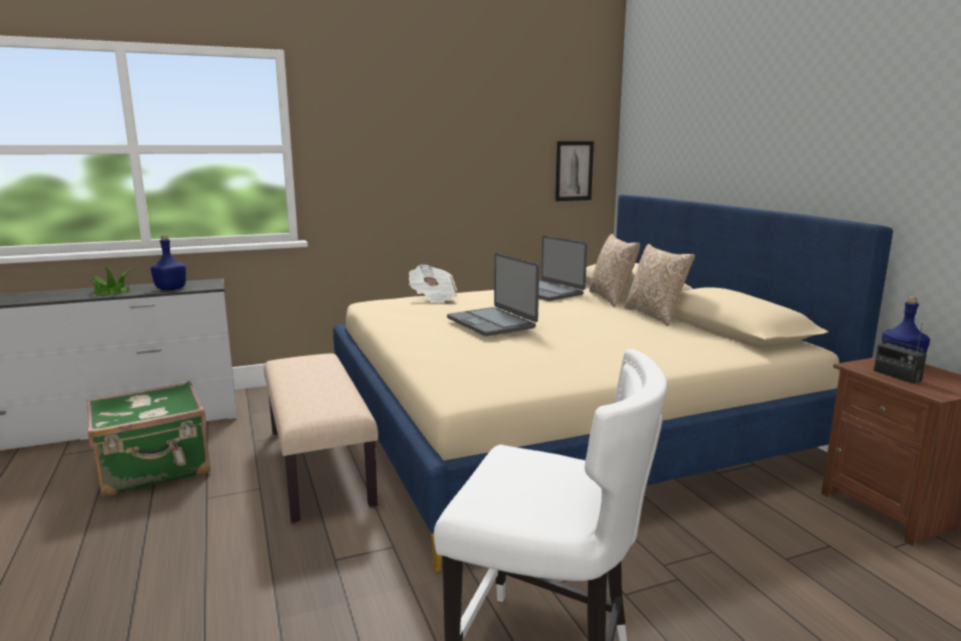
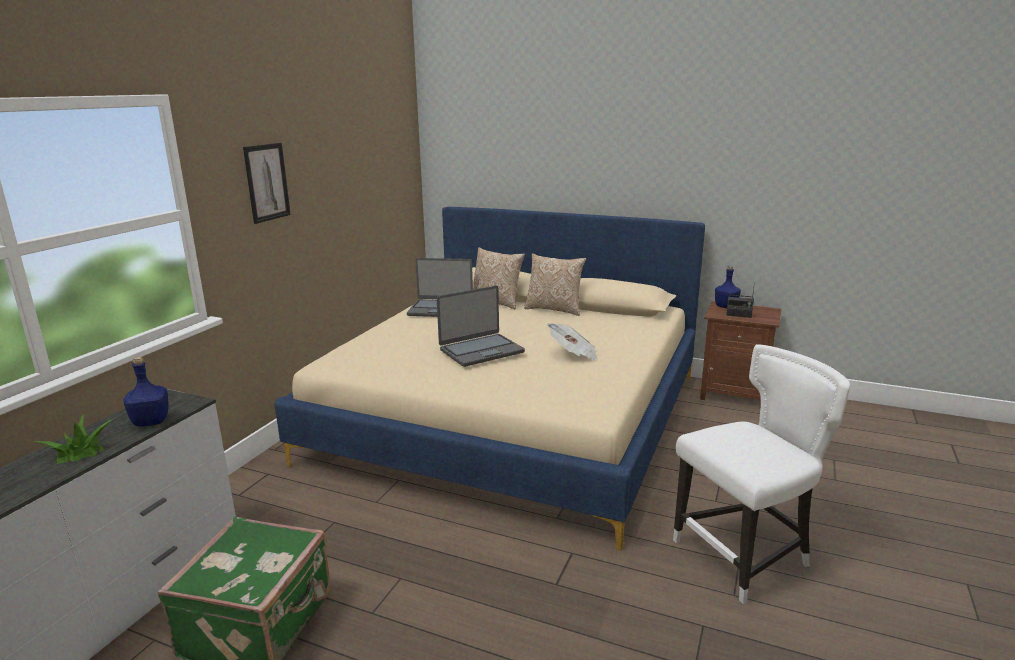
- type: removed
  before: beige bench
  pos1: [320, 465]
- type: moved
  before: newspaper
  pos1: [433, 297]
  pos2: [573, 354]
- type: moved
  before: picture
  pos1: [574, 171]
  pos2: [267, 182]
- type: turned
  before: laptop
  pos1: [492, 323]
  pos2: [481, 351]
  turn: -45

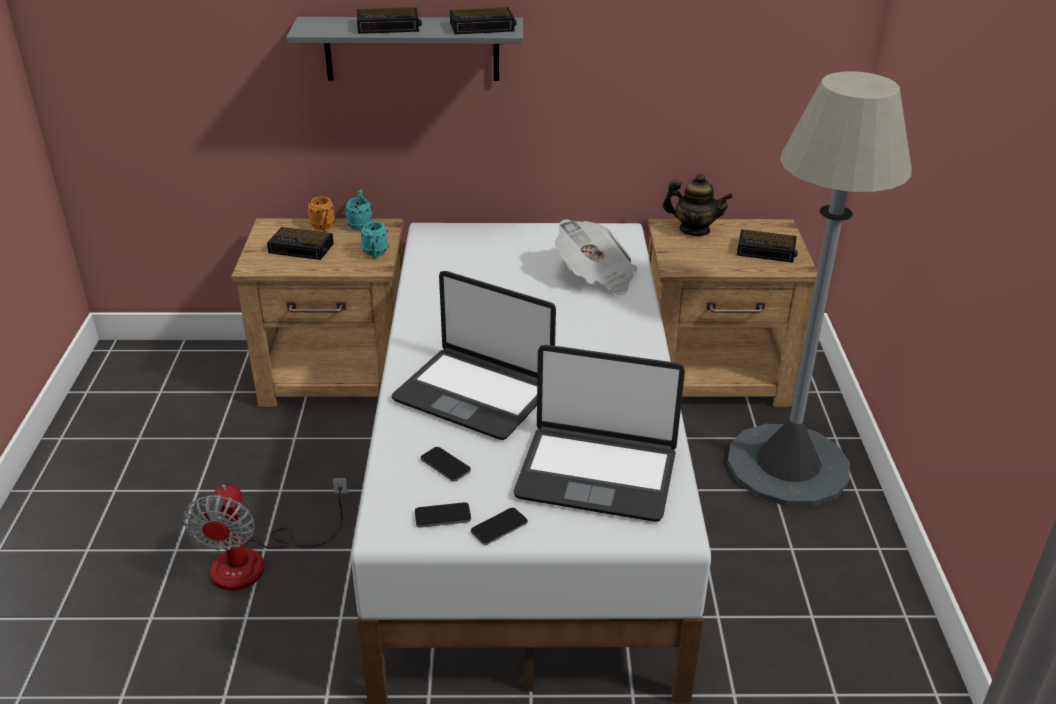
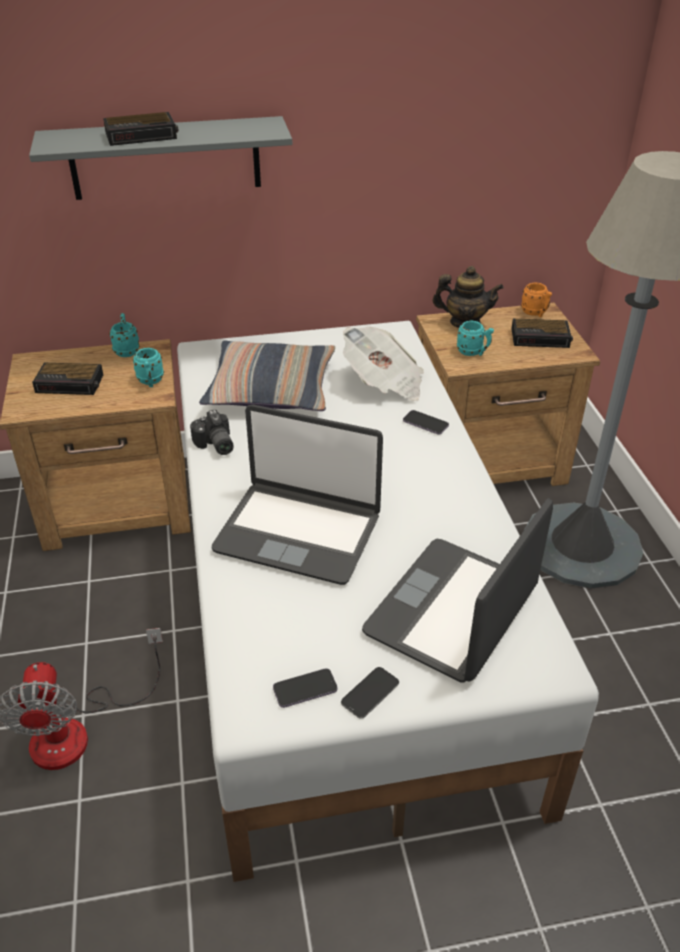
- type: removed
  before: alarm clock
  pos1: [483, 27]
- type: added
  after: photo camera
  pos2: [214, 445]
- type: added
  after: pillow
  pos2: [271, 389]
- type: added
  after: turquoise mug
  pos2: [473, 352]
- type: moved
  before: orange mug
  pos1: [323, 228]
  pos2: [535, 313]
- type: moved
  before: phone
  pos1: [445, 465]
  pos2: [425, 424]
- type: turned
  before: laptop
  pos1: [596, 473]
  pos2: [453, 611]
  turn: 120

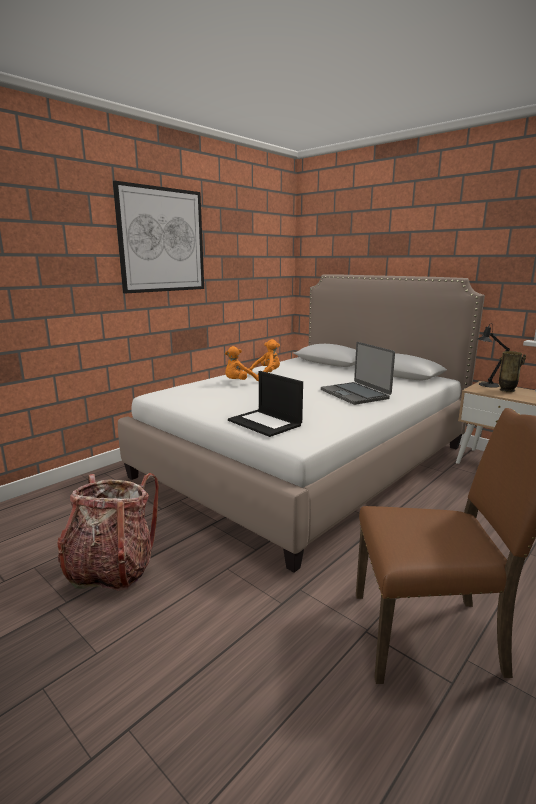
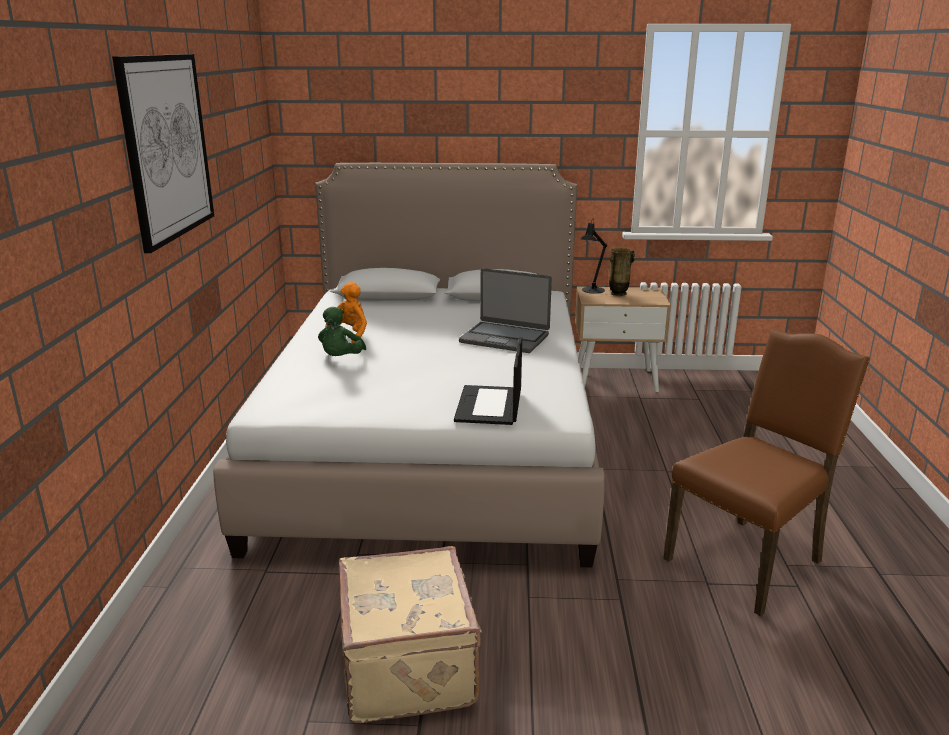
- type: replaced
  before: backpack
  after: beige suitcase
  pos1: [112, 569]
  pos2: [410, 666]
- type: recoloured
  before: orange plush toy
  after: green plush toy
  pos1: [239, 383]
  pos2: [341, 359]
- type: turned
  before: laptop
  pos1: [265, 423]
  pos2: [490, 406]
  turn: 90

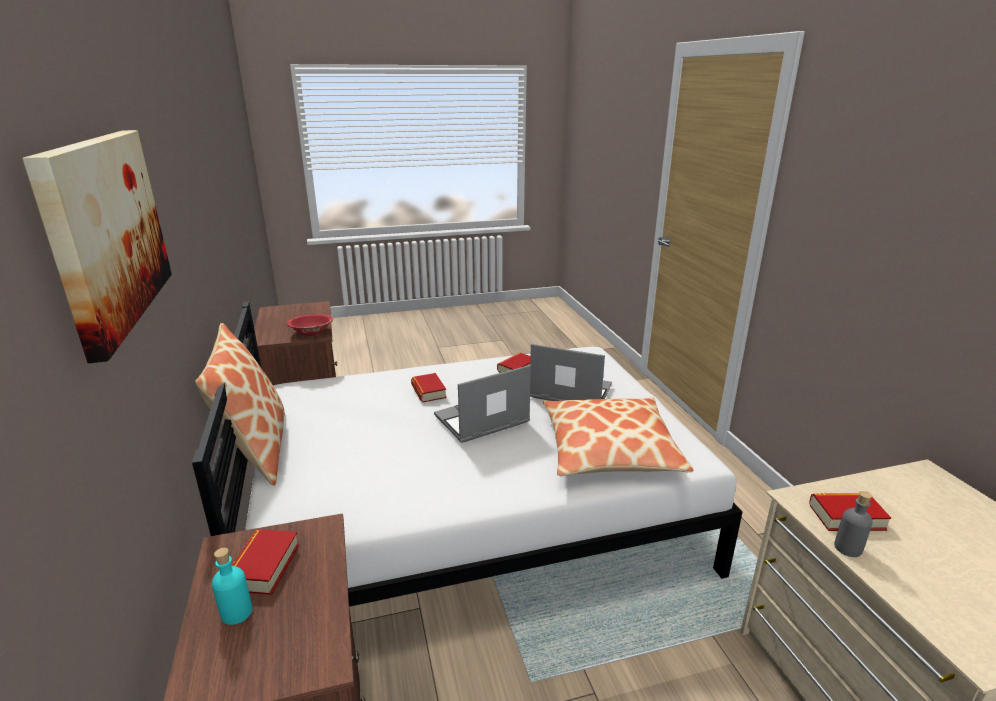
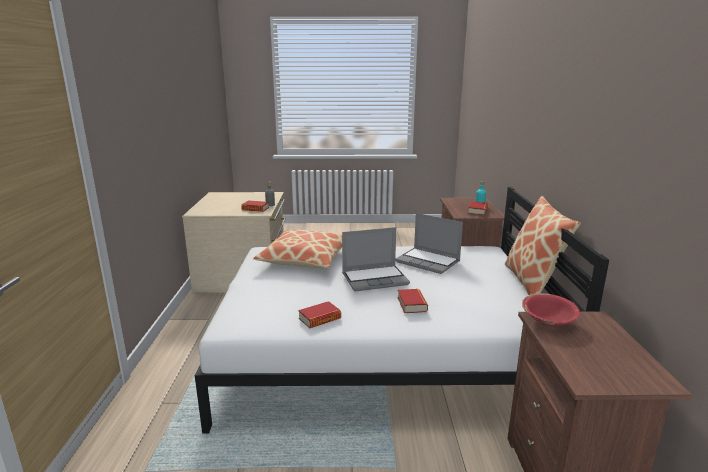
- type: removed
  before: picture
  pos1: [106, 231]
- type: moved
  before: laptop
  pos1: [569, 392]
  pos2: [429, 262]

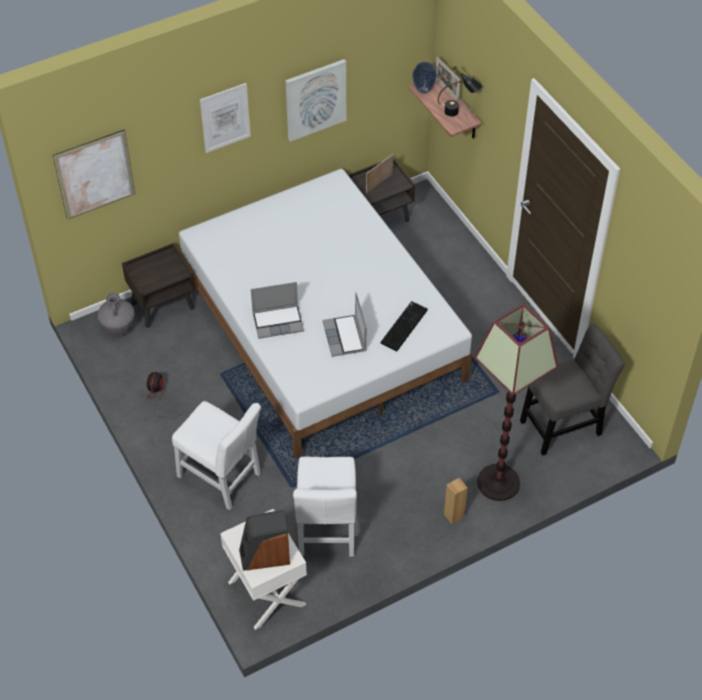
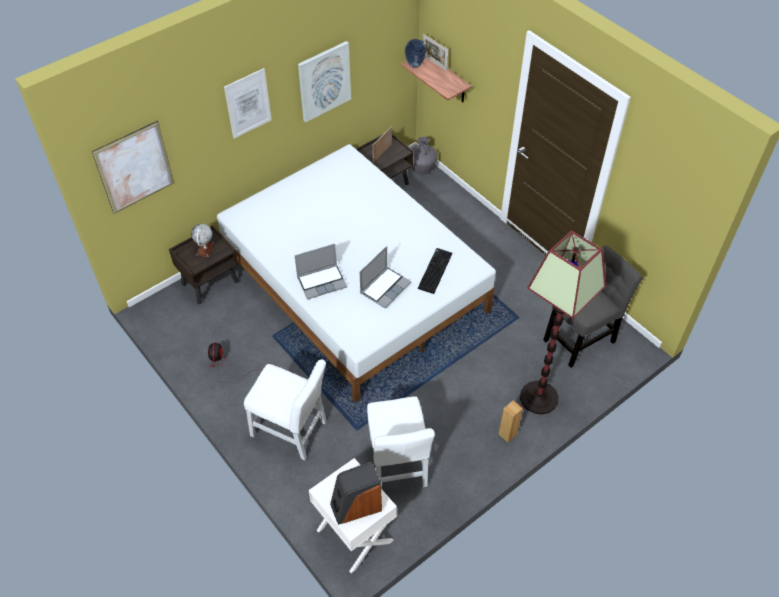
- type: removed
  before: black table lamp
  pos1: [457, 113]
- type: added
  after: globe
  pos2: [205, 249]
- type: moved
  before: grey vase
  pos1: [119, 329]
  pos2: [422, 170]
- type: turned
  before: laptop
  pos1: [345, 337]
  pos2: [385, 287]
  turn: -120

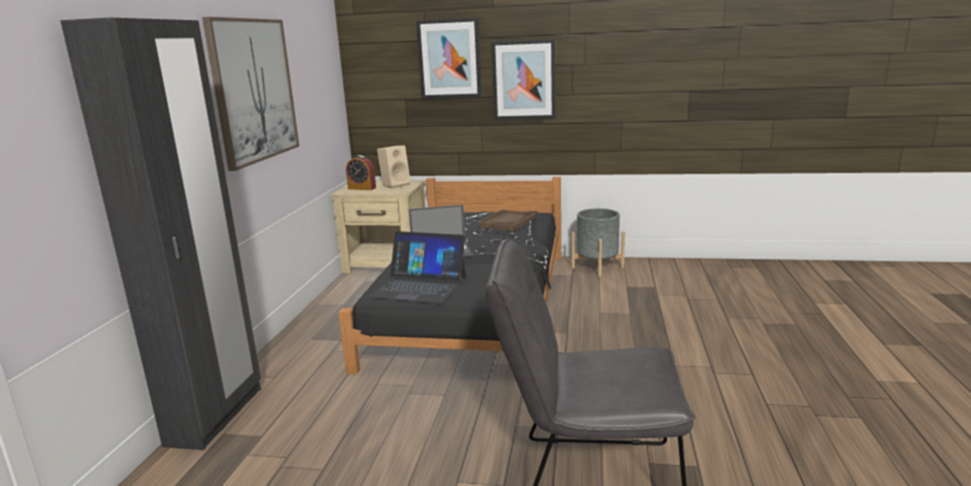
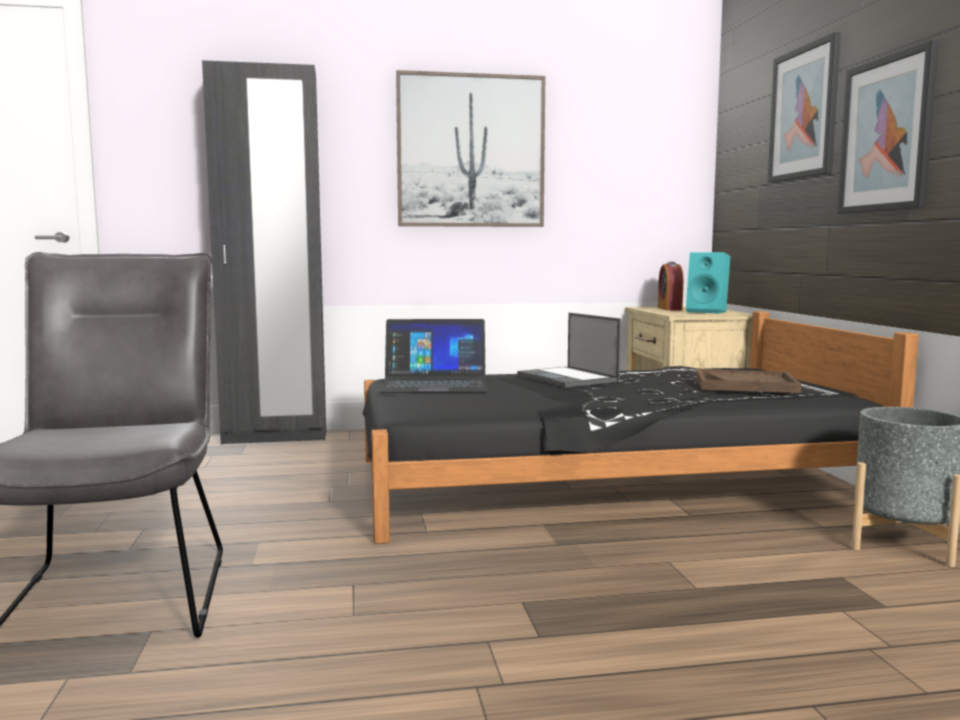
- type: recoloured
  before: beige speaker
  after: turquoise speaker
  pos1: [395, 185]
  pos2: [708, 312]
- type: turned
  before: laptop
  pos1: [419, 286]
  pos2: [434, 384]
  turn: -90

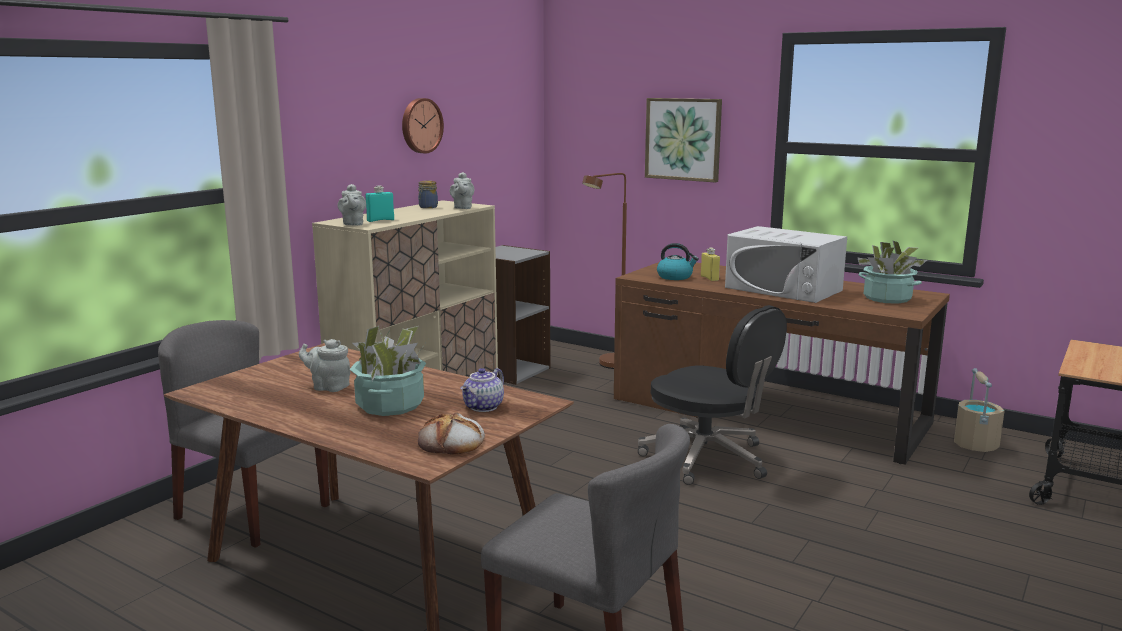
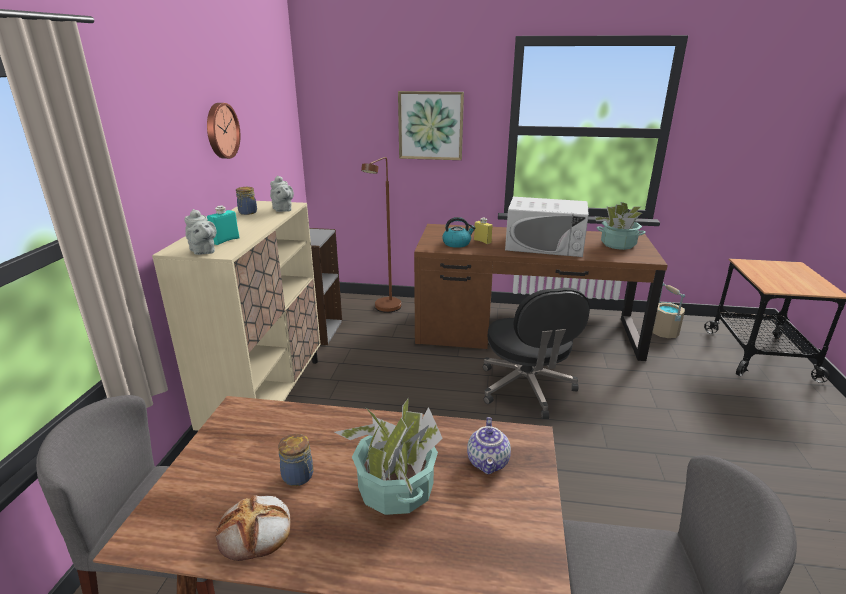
- type: moved
  before: bread
  pos1: [452, 442]
  pos2: [256, 531]
- type: replaced
  before: grey teapot
  after: jar
  pos1: [328, 387]
  pos2: [299, 476]
- type: turned
  before: black office chair
  pos1: [708, 459]
  pos2: [526, 389]
  turn: 60

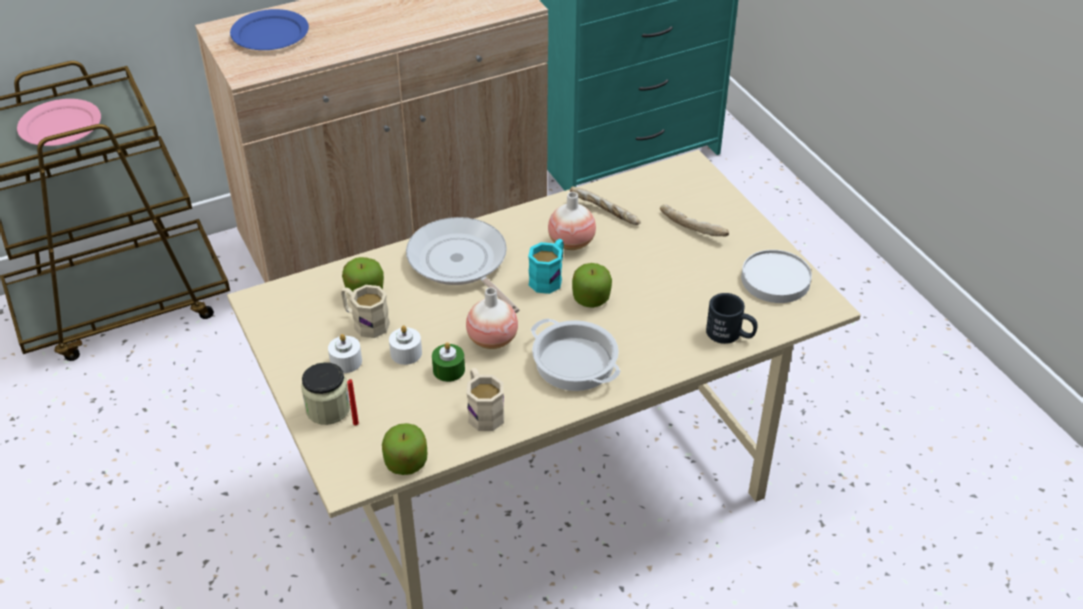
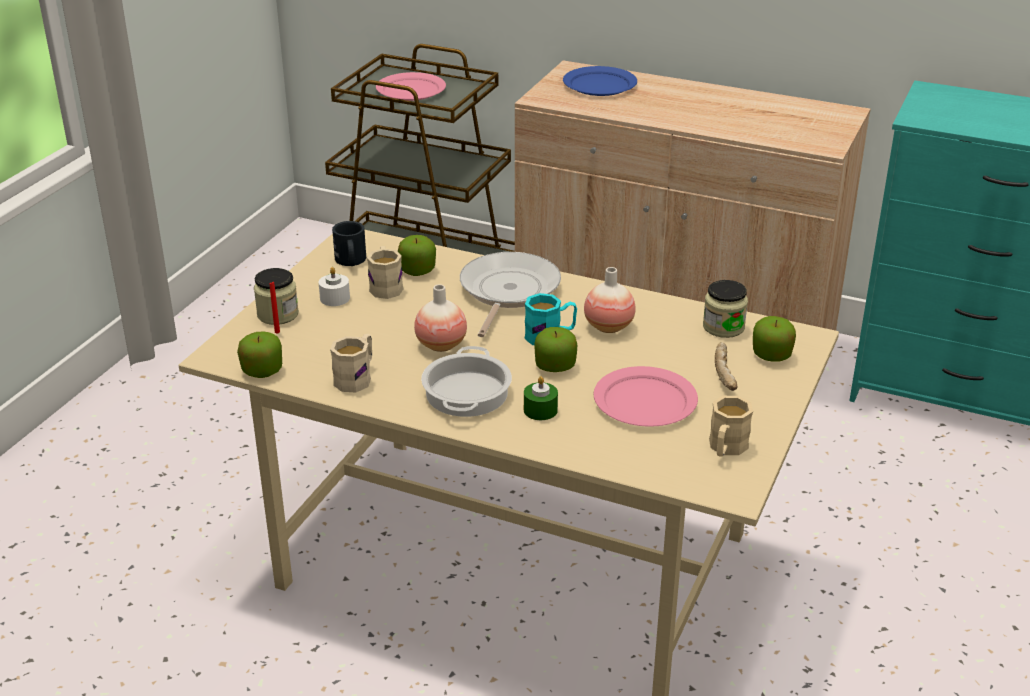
- type: removed
  before: white candle
  pos1: [406, 353]
- type: removed
  before: bread
  pos1: [604, 213]
- type: added
  after: pink plate
  pos2: [645, 401]
- type: added
  after: jar
  pos2: [723, 327]
- type: added
  after: apple
  pos2: [771, 355]
- type: moved
  before: green candle
  pos1: [449, 370]
  pos2: [540, 410]
- type: moved
  before: black mug
  pos1: [730, 334]
  pos2: [351, 262]
- type: replaced
  before: white plate
  after: beige mug
  pos1: [776, 280]
  pos2: [726, 448]

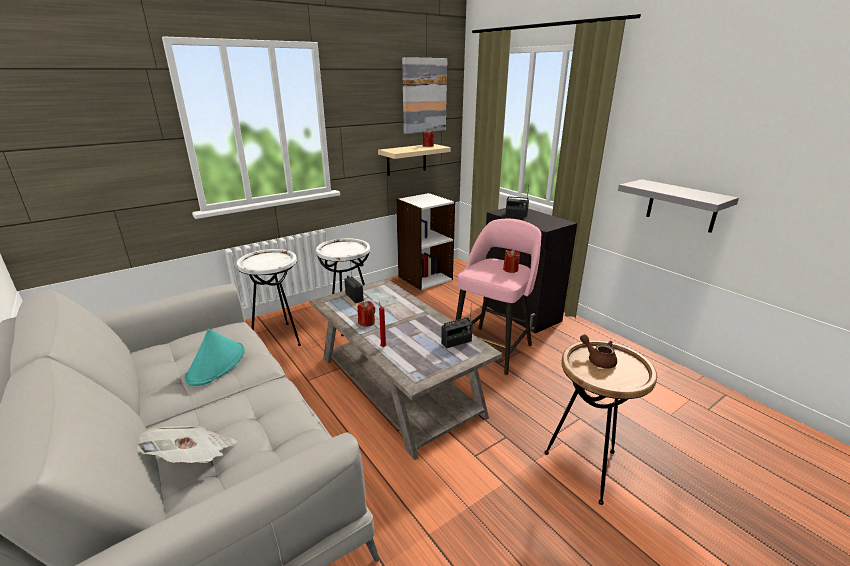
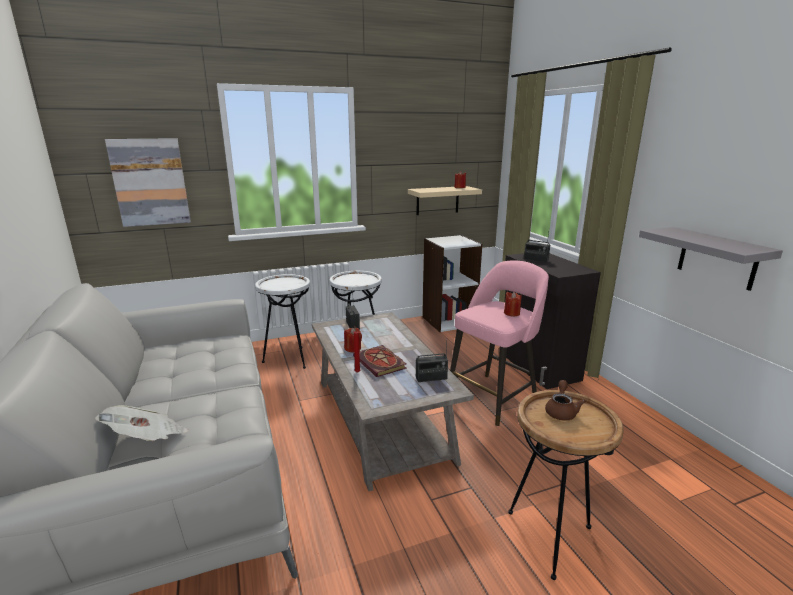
- type: removed
  before: turquoise hat
  pos1: [216, 364]
- type: added
  after: book
  pos2: [381, 363]
- type: moved
  before: picture
  pos1: [424, 95]
  pos2: [150, 182]
- type: turned
  before: brown teapot
  pos1: [598, 360]
  pos2: [561, 411]
  turn: 45

